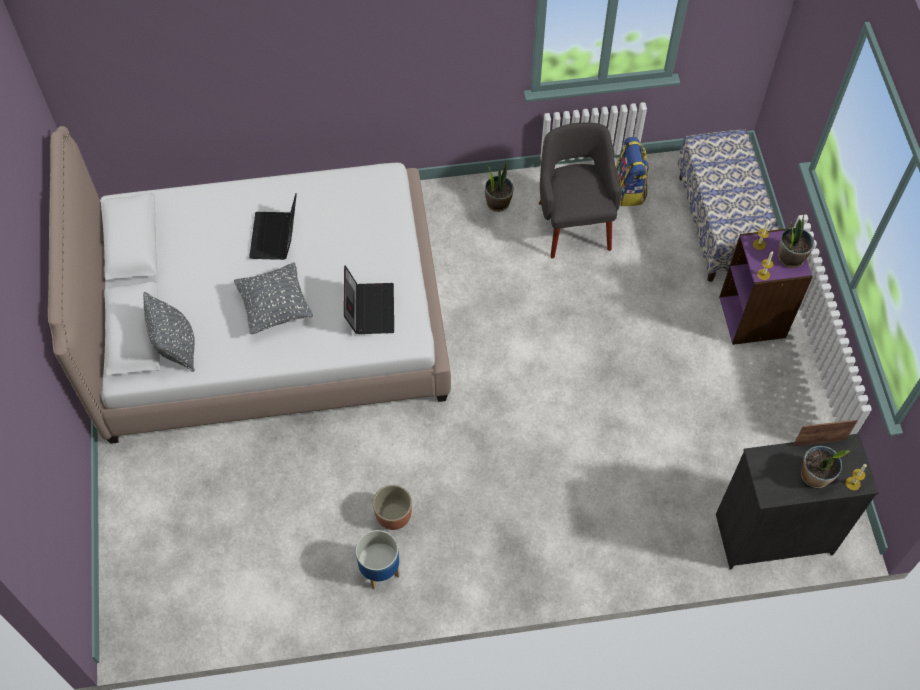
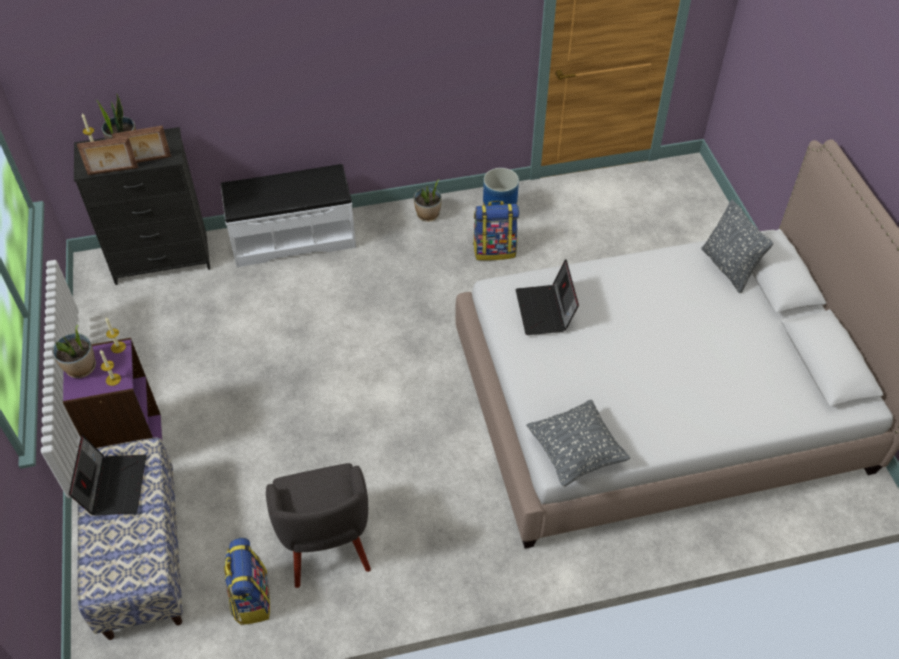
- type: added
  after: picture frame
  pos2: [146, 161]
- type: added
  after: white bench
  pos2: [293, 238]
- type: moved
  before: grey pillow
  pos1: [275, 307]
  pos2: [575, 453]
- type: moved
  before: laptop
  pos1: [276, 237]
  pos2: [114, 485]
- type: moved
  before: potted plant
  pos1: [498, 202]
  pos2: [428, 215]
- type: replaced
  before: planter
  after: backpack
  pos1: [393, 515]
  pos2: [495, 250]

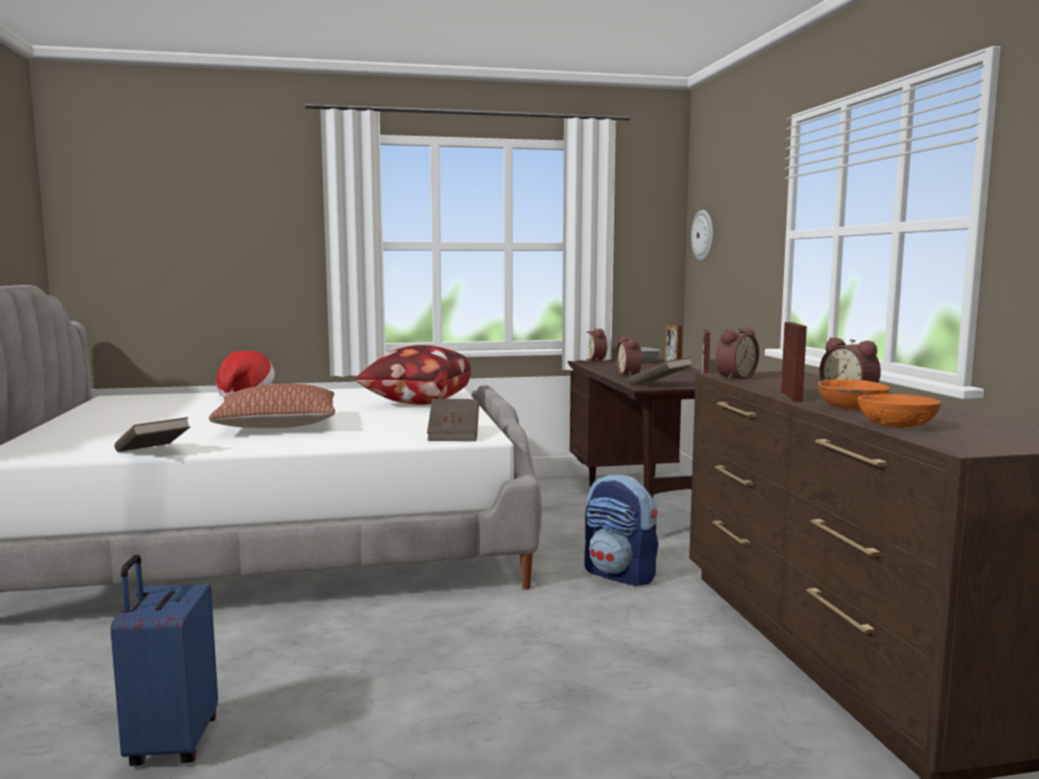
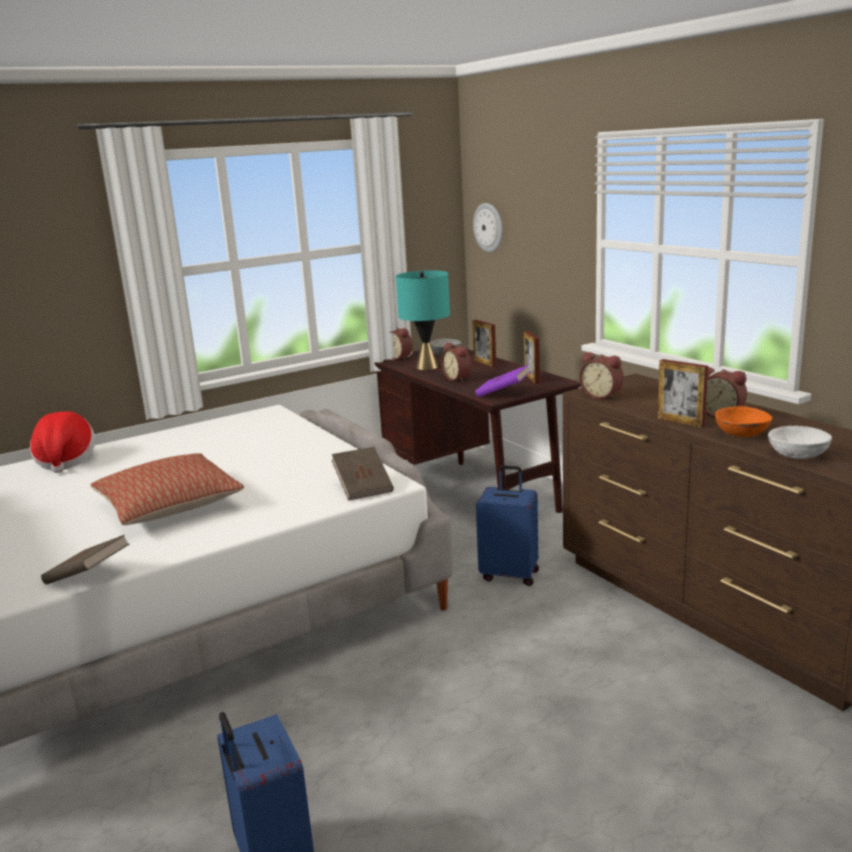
- type: removed
  before: pillow
  pos1: [416, 403]
- type: added
  after: turquoise table lamp
  pos2: [427, 367]
- type: replaced
  before: backpack
  after: blue suitcase
  pos1: [620, 575]
  pos2: [510, 574]
- type: recoloured
  before: brown book
  after: purple book
  pos1: [659, 385]
  pos2: [503, 393]
- type: recoloured
  before: orange bowl
  after: white bowl
  pos1: [897, 426]
  pos2: [798, 455]
- type: turned
  before: alarm clock
  pos1: [733, 377]
  pos2: [602, 396]
  turn: 105
- type: turned
  before: picture frame
  pos1: [791, 397]
  pos2: [680, 422]
  turn: 150

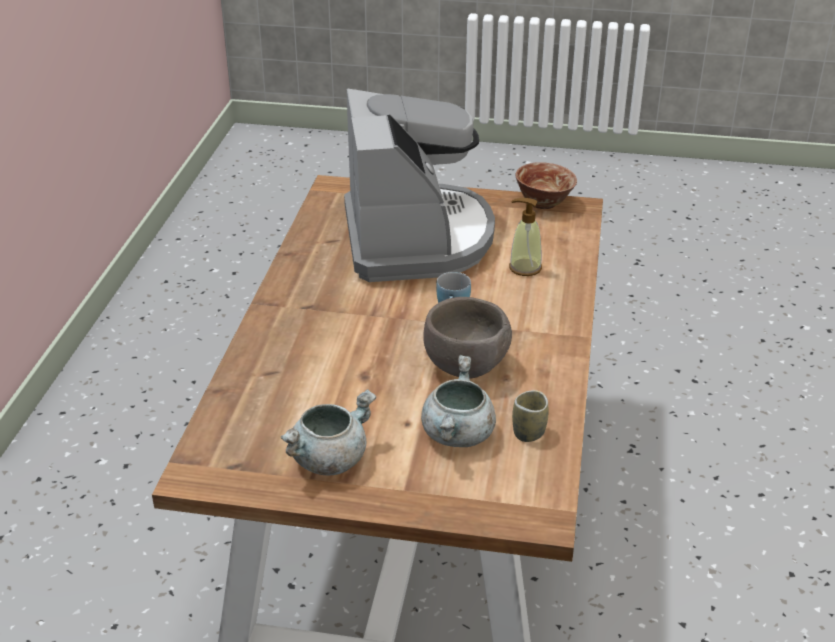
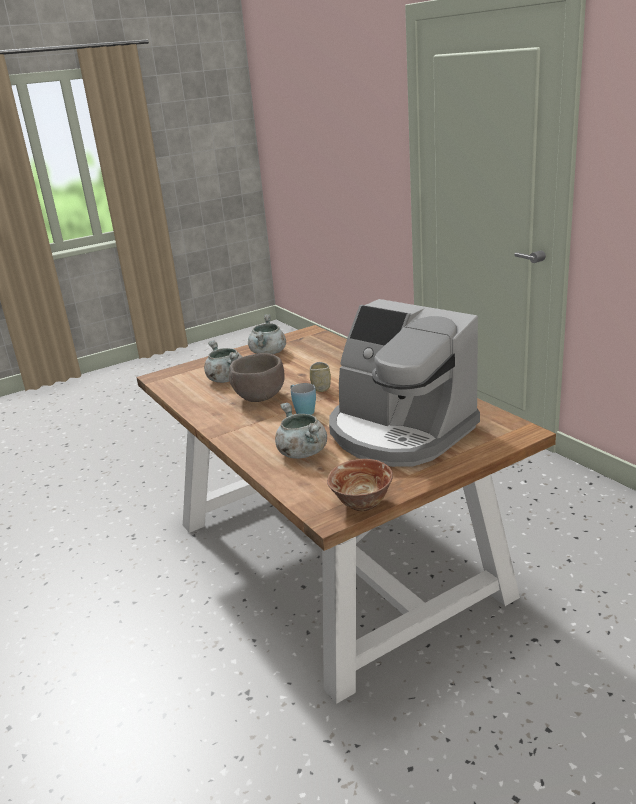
- type: moved
  before: cup
  pos1: [528, 433]
  pos2: [321, 388]
- type: replaced
  before: soap dispenser
  after: grey cooking pot
  pos1: [525, 268]
  pos2: [301, 452]

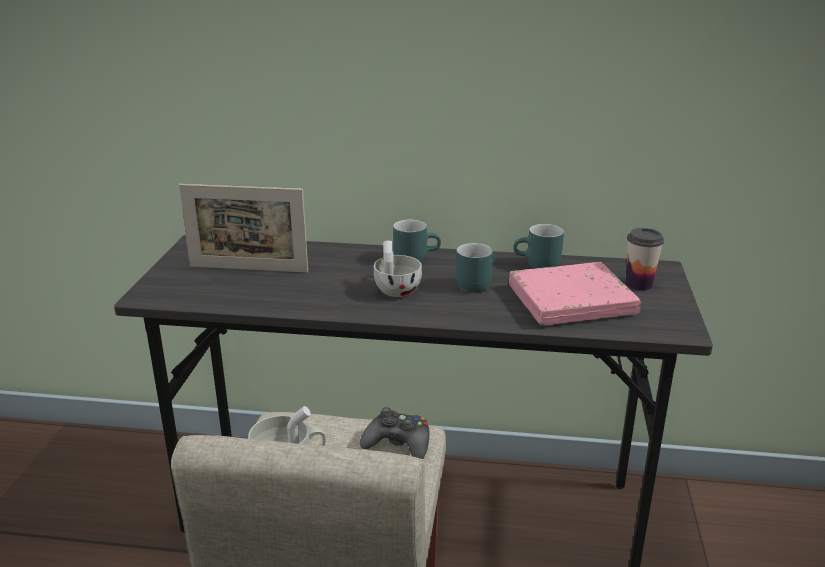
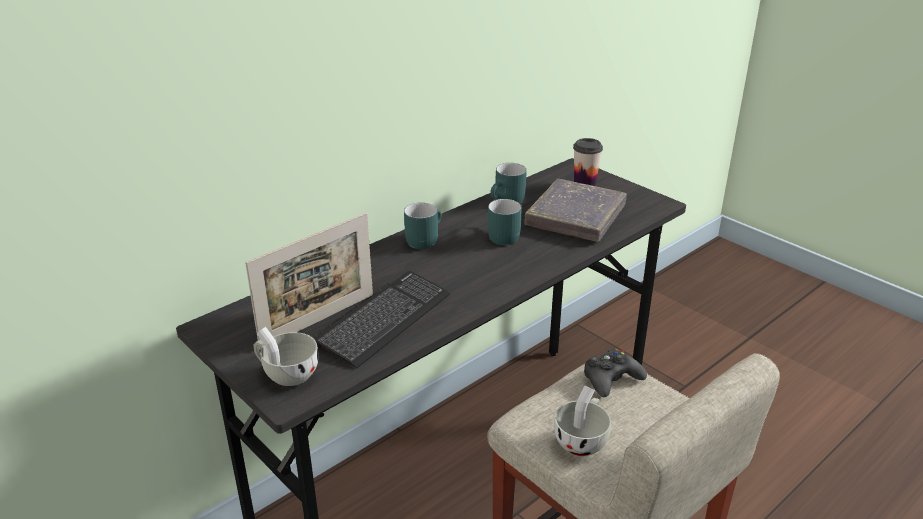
- type: added
  after: keyboard
  pos2: [385, 320]
- type: moved
  before: white cup
  pos1: [396, 288]
  pos2: [286, 374]
- type: recoloured
  before: pink book
  after: grey book
  pos1: [571, 301]
  pos2: [576, 216]

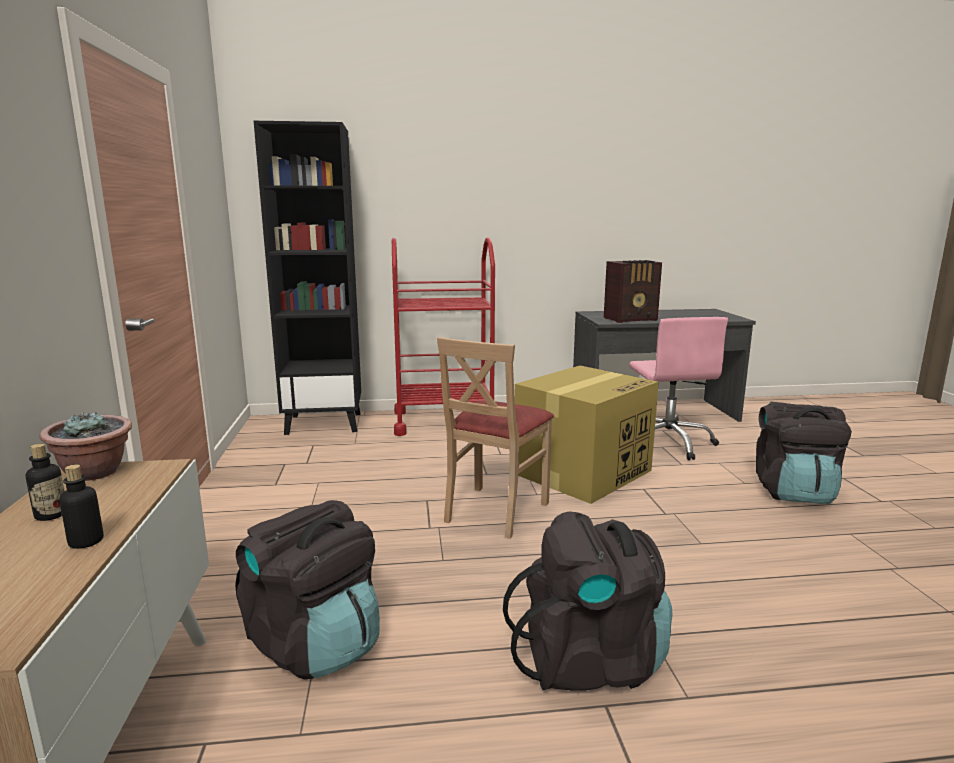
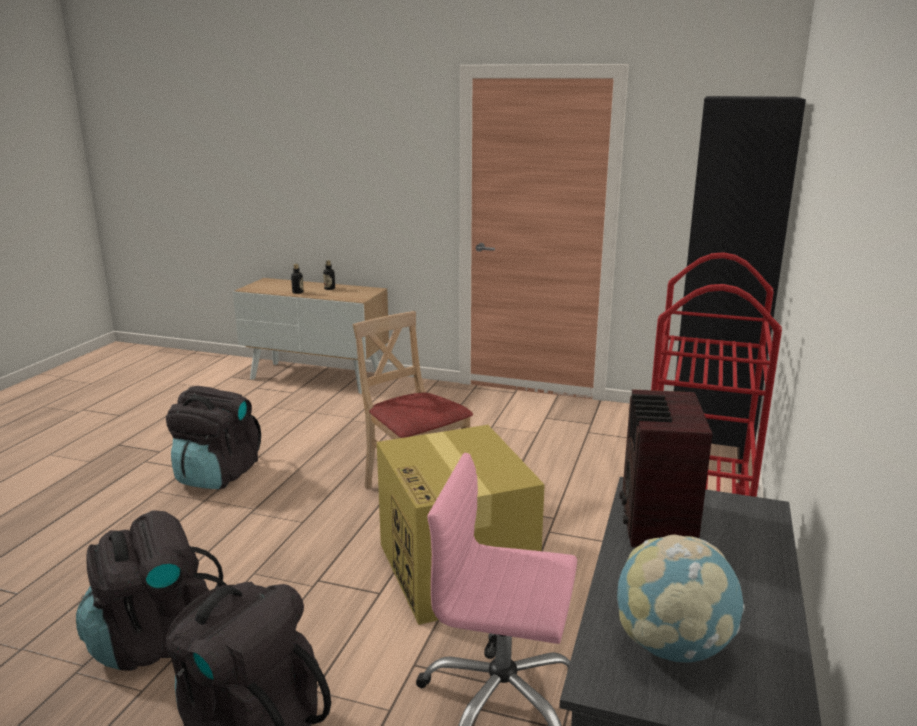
- type: removed
  before: potted plant
  pos1: [95, 472]
- type: added
  after: globe
  pos2: [672, 647]
- type: moved
  before: black backpack
  pos1: [314, 644]
  pos2: [158, 640]

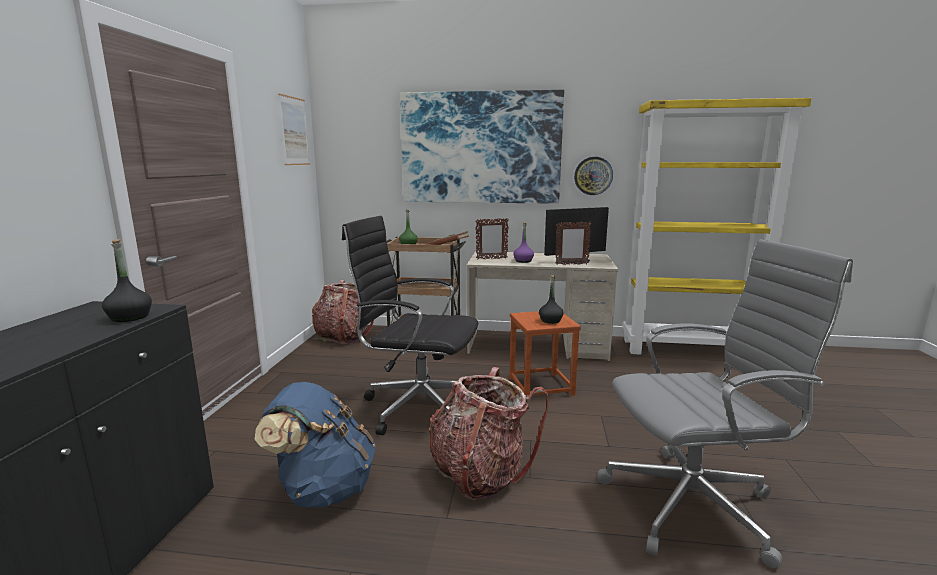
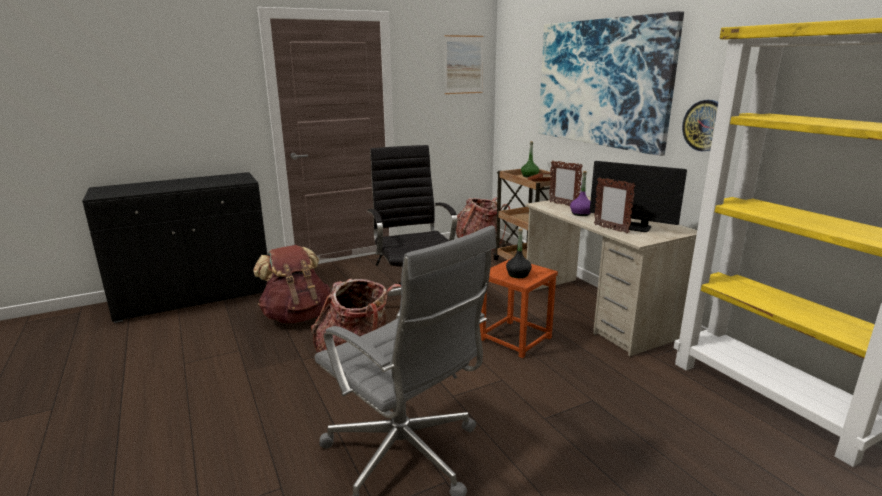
- type: removed
  before: black bottle
  pos1: [130, 317]
- type: recoloured
  before: blue backpack
  after: brown backpack
  pos1: [323, 489]
  pos2: [296, 316]

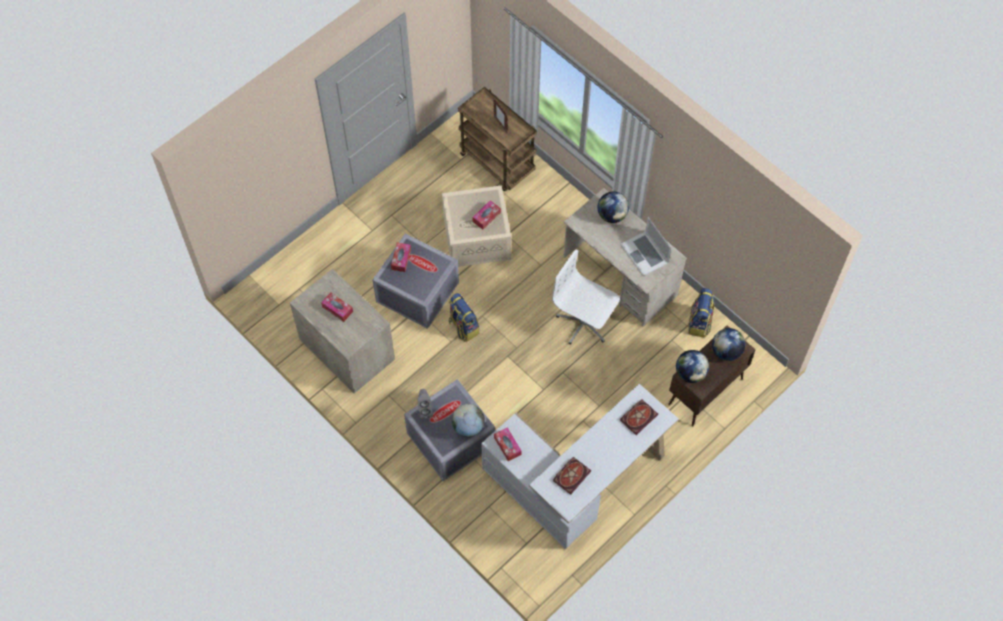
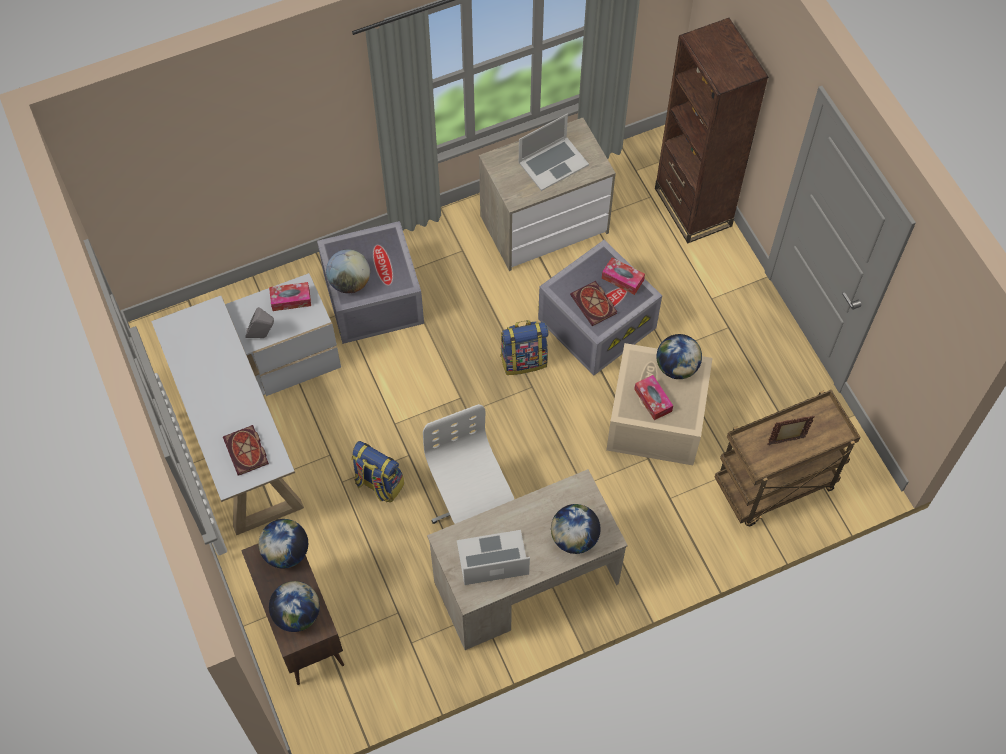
- type: added
  after: brown bookcase
  pos2: [692, 207]
- type: added
  after: globe
  pos2: [676, 367]
- type: moved
  before: grey speaker
  pos1: [425, 410]
  pos2: [263, 335]
- type: moved
  before: book
  pos1: [571, 475]
  pos2: [595, 305]
- type: moved
  before: backpack
  pos1: [699, 323]
  pos2: [378, 483]
- type: replaced
  before: tissue box
  after: laptop
  pos1: [337, 309]
  pos2: [553, 163]
- type: turned
  before: white office chair
  pos1: [584, 323]
  pos2: [471, 508]
  turn: -75

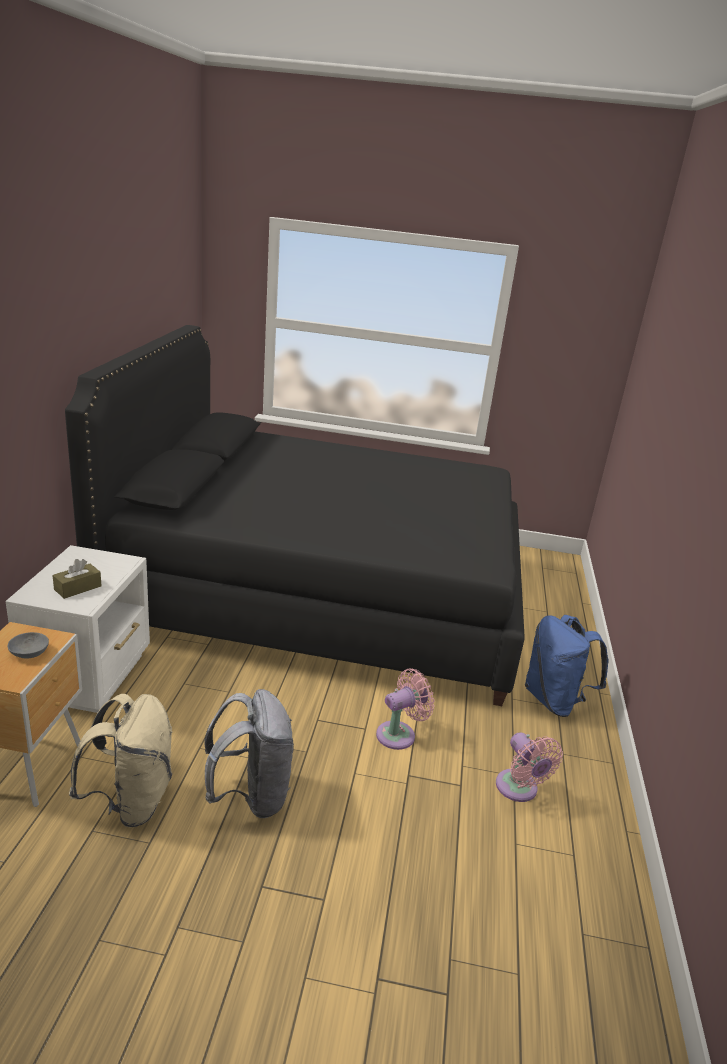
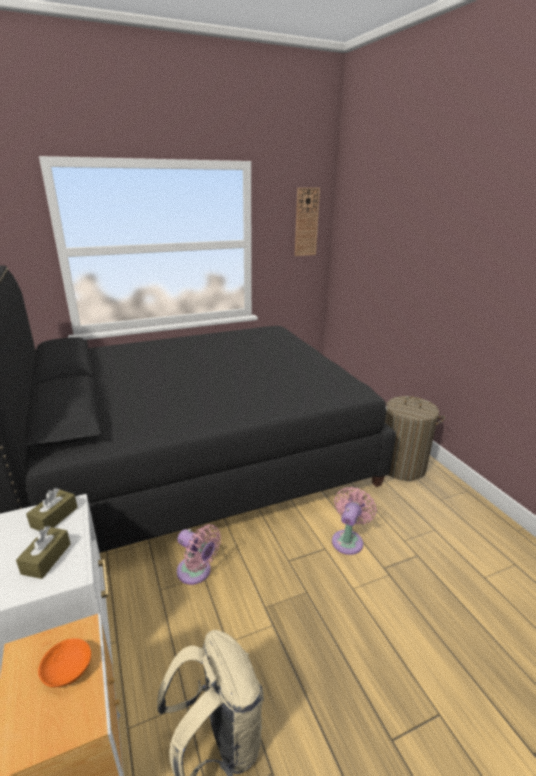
- type: removed
  before: grey backpack
  pos1: [251, 796]
- type: added
  after: brown tissue box
  pos2: [54, 517]
- type: added
  after: wall clock
  pos2: [306, 222]
- type: moved
  before: pink fan
  pos1: [519, 789]
  pos2: [196, 572]
- type: replaced
  before: blue backpack
  after: laundry basket
  pos1: [554, 701]
  pos2: [402, 466]
- type: recoloured
  before: grey bowl
  after: orange bowl
  pos1: [28, 653]
  pos2: [67, 671]

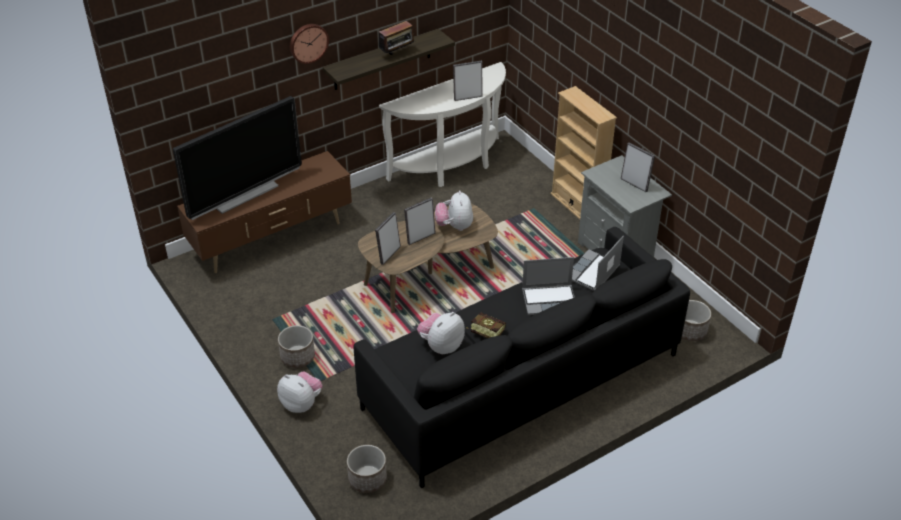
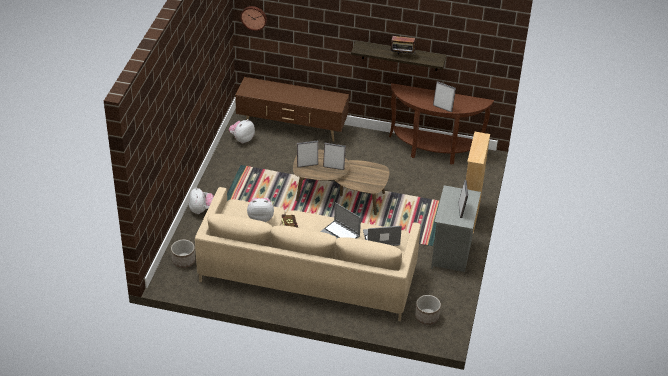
- type: removed
  before: television
  pos1: [244, 194]
- type: removed
  before: planter
  pos1: [298, 357]
- type: moved
  before: wall clock
  pos1: [308, 42]
  pos2: [254, 17]
- type: moved
  before: plush toy
  pos1: [454, 226]
  pos2: [242, 139]
- type: recoloured
  before: black sofa
  after: beige sofa
  pos1: [521, 381]
  pos2: [308, 274]
- type: recoloured
  before: white console table
  after: brown console table
  pos1: [452, 167]
  pos2: [434, 151]

